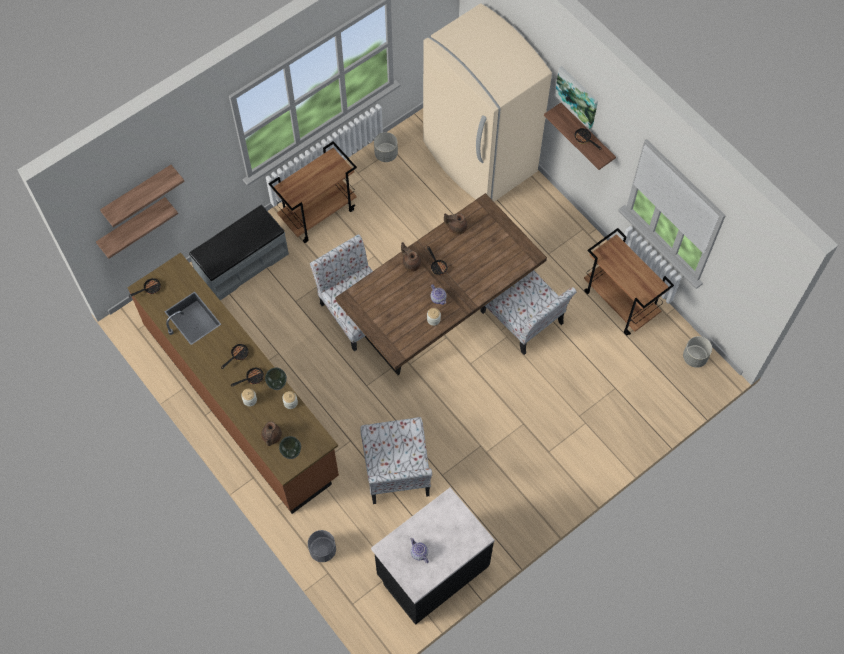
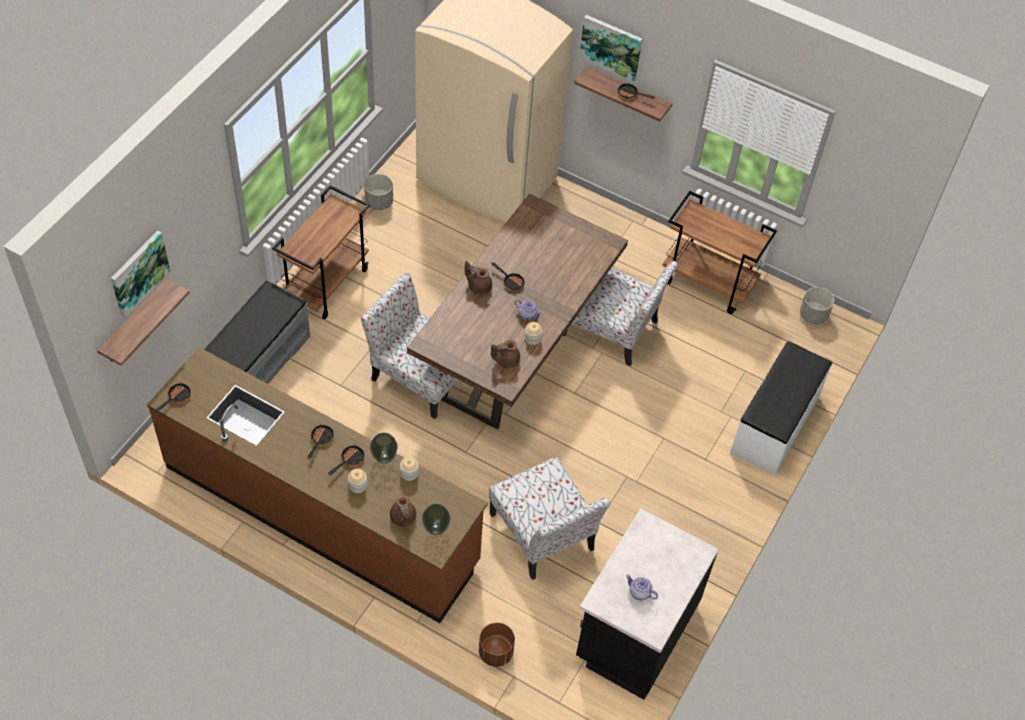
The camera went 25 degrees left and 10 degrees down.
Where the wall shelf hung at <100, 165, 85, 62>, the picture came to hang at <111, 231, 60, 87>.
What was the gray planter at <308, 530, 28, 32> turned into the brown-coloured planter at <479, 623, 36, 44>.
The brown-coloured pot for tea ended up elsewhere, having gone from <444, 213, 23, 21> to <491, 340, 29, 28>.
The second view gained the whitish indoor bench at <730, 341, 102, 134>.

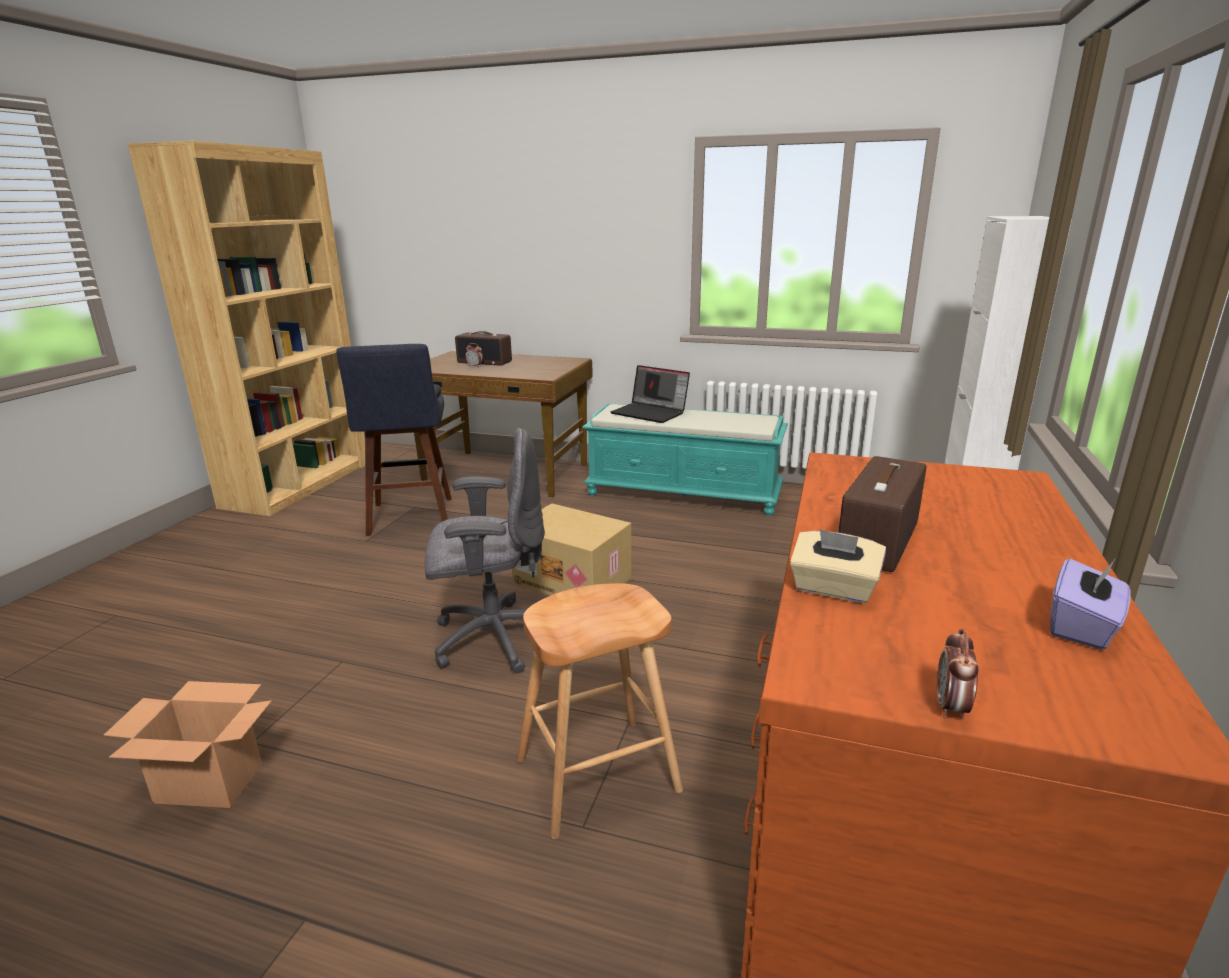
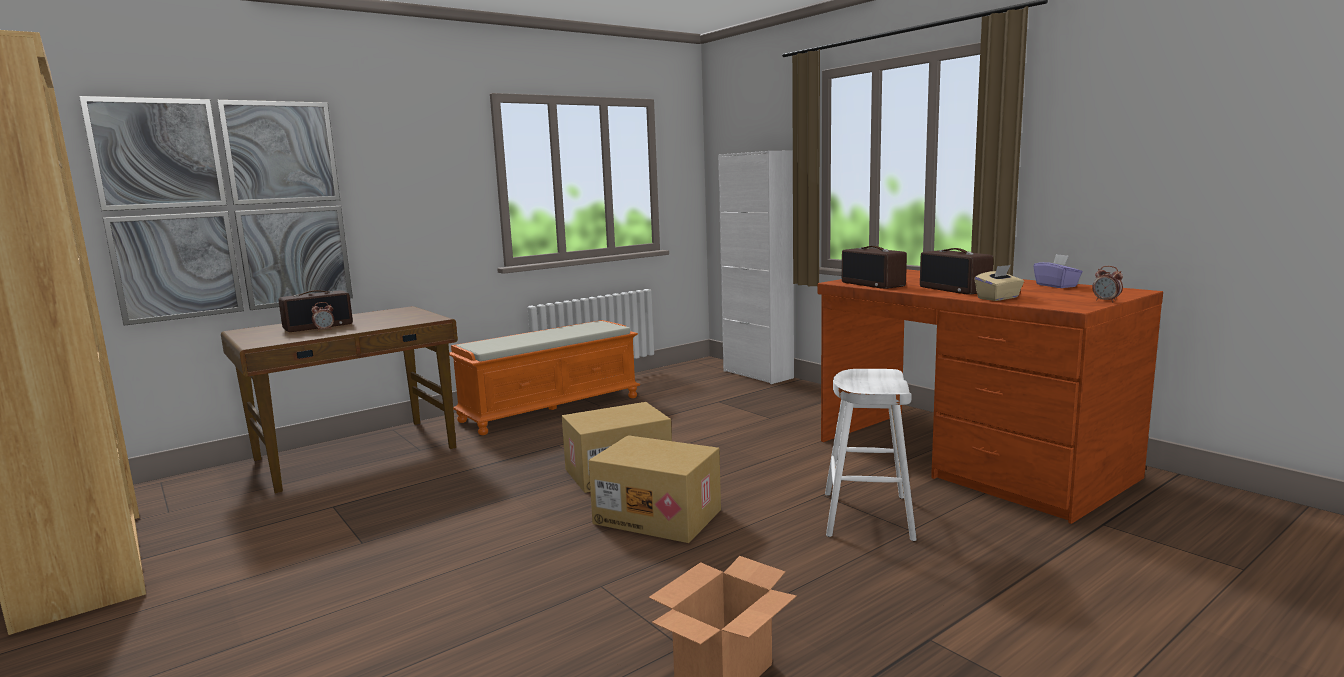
The camera went 55 degrees left and 10 degrees down.
The second view lost the blue-coloured stool seat at <336, 344, 116, 192>.
Where the gray office chair stood at <424, 428, 121, 245>, the packing box came to stand at <589, 435, 132, 108>.
What was the brown-coloured stool seat at <517, 583, 166, 256> turned into the whitish stool seat at <825, 369, 92, 172>.
What was the blue-green indoor bench at <582, 403, 206, 112> turned into the orange indoor bench at <449, 320, 191, 115>.
The second view lost the laptop at <611, 365, 79, 58>.
The second view gained the picture at <79, 96, 274, 230>.
The second view gained the radio at <842, 246, 65, 43>.

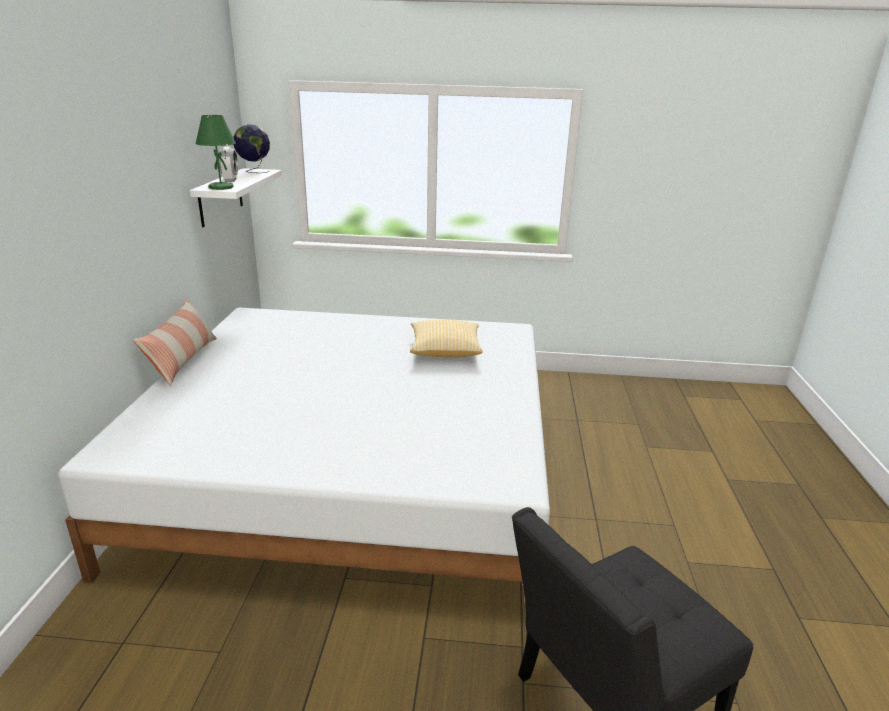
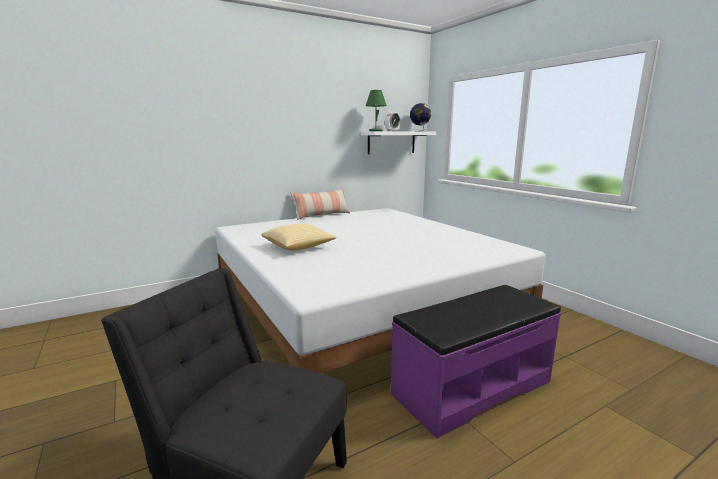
The camera went 55 degrees right and 10 degrees down.
The cushion ended up elsewhere, having gone from <410, 320, 73, 37> to <261, 224, 75, 27>.
The second view gained the purple-coloured indoor bench at <391, 285, 170, 154>.

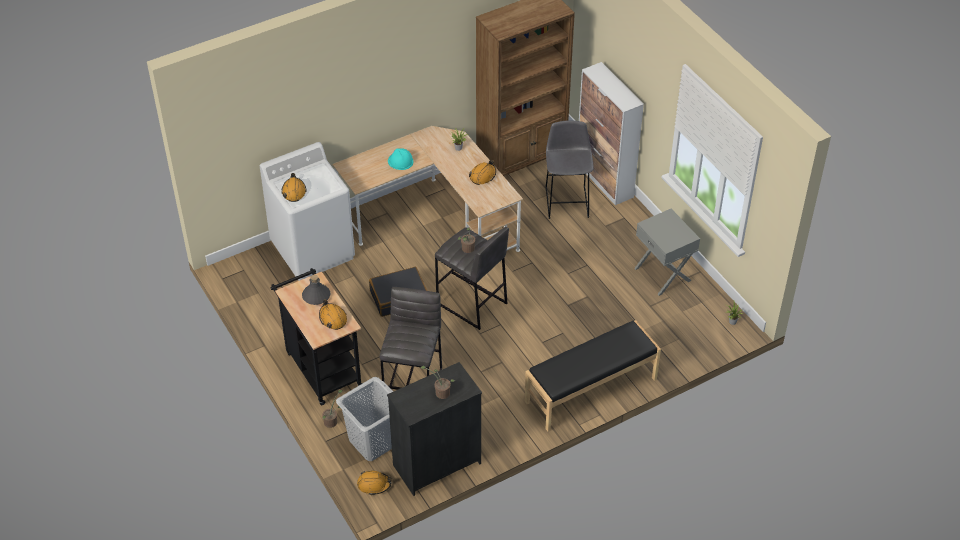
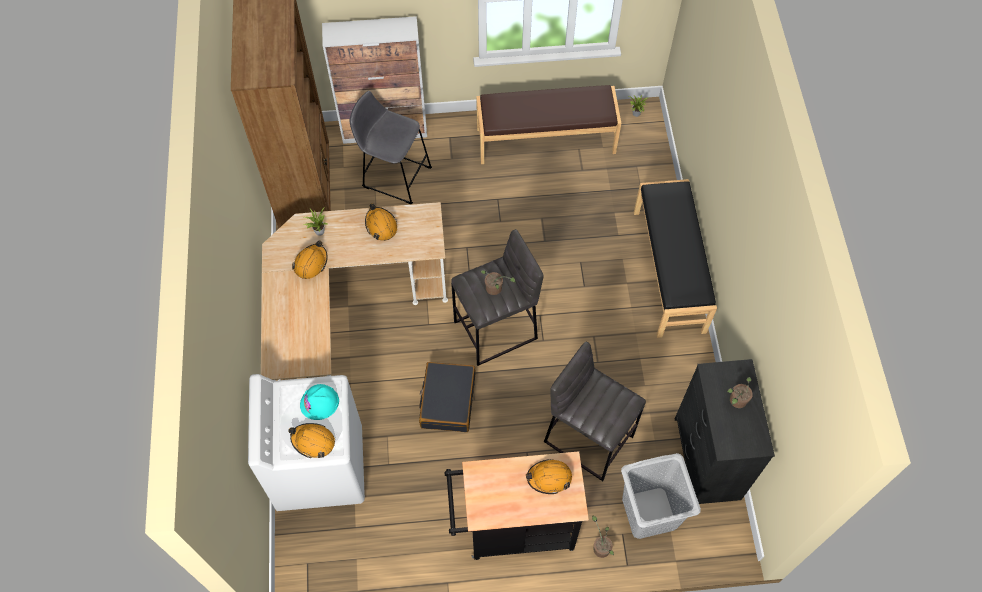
The camera went 65 degrees left and 15 degrees up.
The second view lost the gray drink bottle at <302, 275, 28, 30>.
The orange hard hat ended up elsewhere, having gone from <357, 471, 35, 24> to <292, 240, 36, 39>.
The blue-green hard hat ended up elsewhere, having gone from <388, 148, 25, 22> to <300, 384, 39, 36>.
Where the gray nightstand stood at <634, 209, 66, 87>, the brown-coloured indoor bench came to stand at <476, 85, 145, 79>.

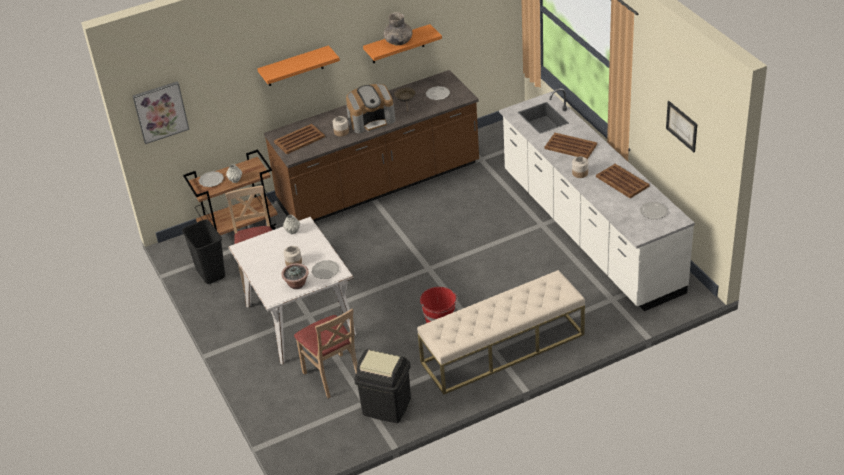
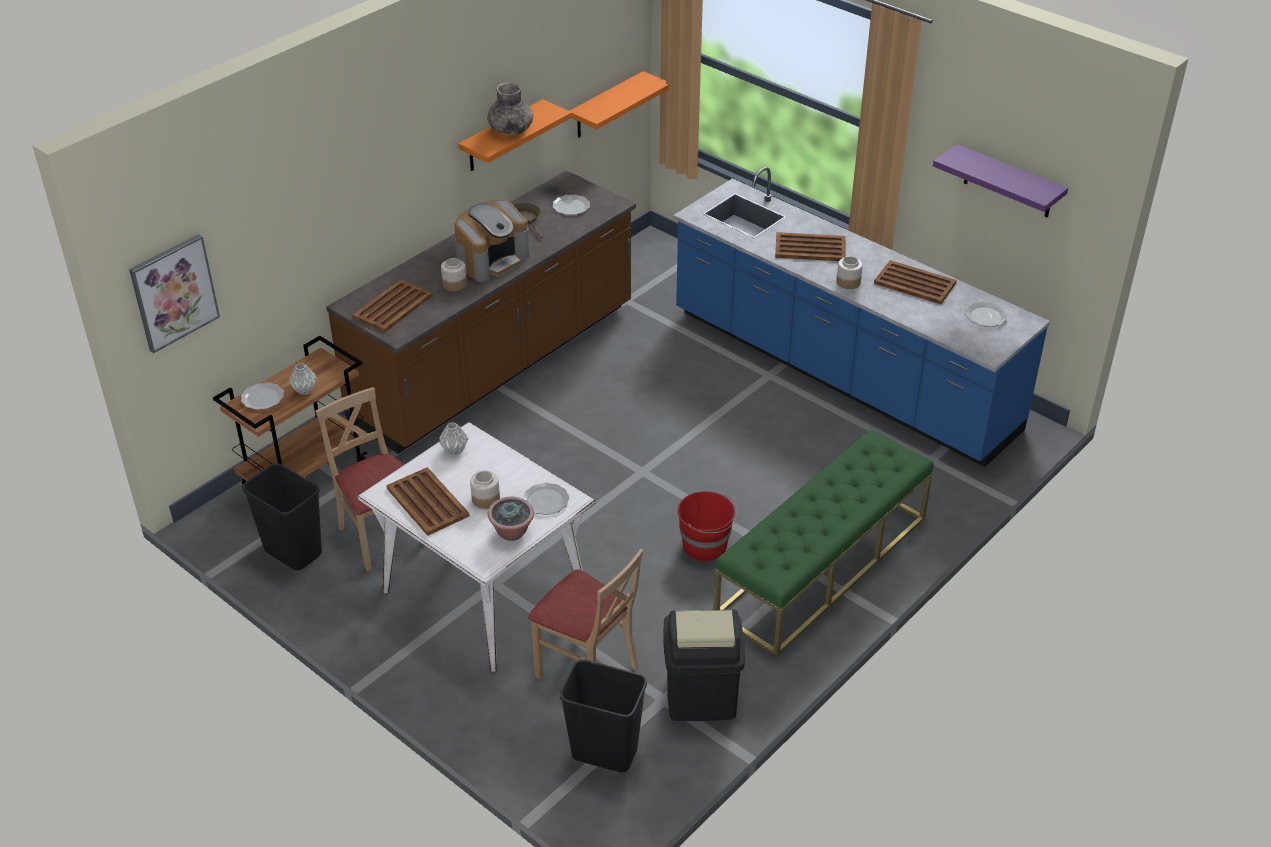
The camera went 25 degrees left and 0 degrees up.
The orange wall shelf ended up elsewhere, having gone from <257, 45, 83, 41> to <570, 71, 98, 67>.
What was the beige-coloured indoor bench at <417, 270, 168, 125> turned into the greenish indoor bench at <713, 429, 221, 227>.
What was the whitish counter at <499, 88, 196, 223> turned into the blue-coloured counter at <673, 167, 377, 300>.
Where the picture hung at <666, 101, 31, 51>, the purple-coloured wall shelf came to hang at <933, 144, 135, 74>.
The second view gained the brown-coloured serving tray at <386, 467, 83, 69>.
The second view gained the black-coloured trash can at <560, 659, 87, 113>.

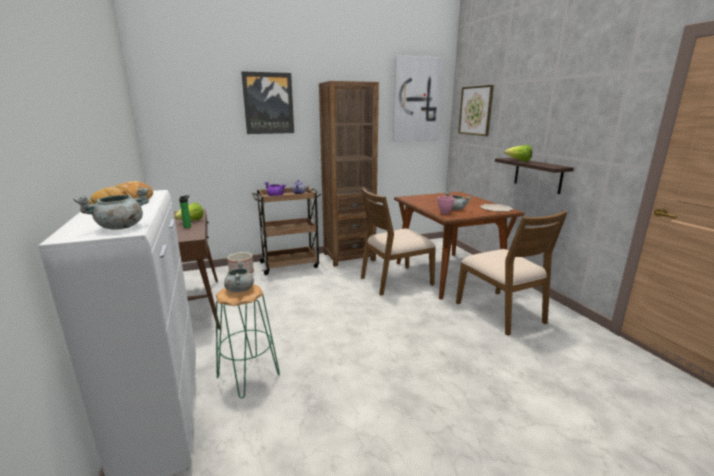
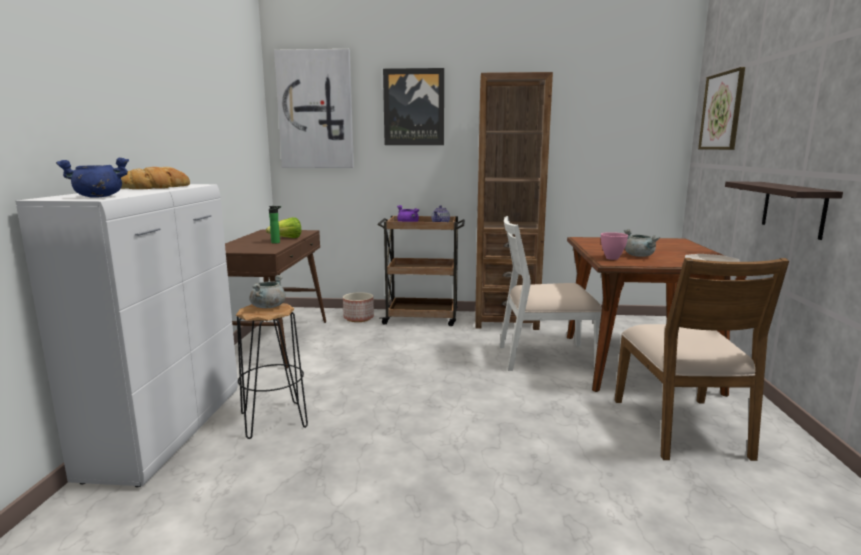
The camera went 25 degrees right and 5 degrees down.
What was the gray saucepot at <73, 187, 76, 43> turned into the blue-coloured saucepot at <56, 158, 73, 40>.
What was the greenish stool seat at <216, 284, 64, 114> turned into the black-coloured stool seat at <236, 303, 72, 136>.
What was the brown-coloured plain chair at <361, 188, 75, 107> turned into the whitish plain chair at <499, 216, 103, 155>.
The picture ended up elsewhere, having gone from <393, 55, 51, 87> to <274, 49, 80, 119>.
The second view lost the lettuce head at <504, 145, 28, 17>.

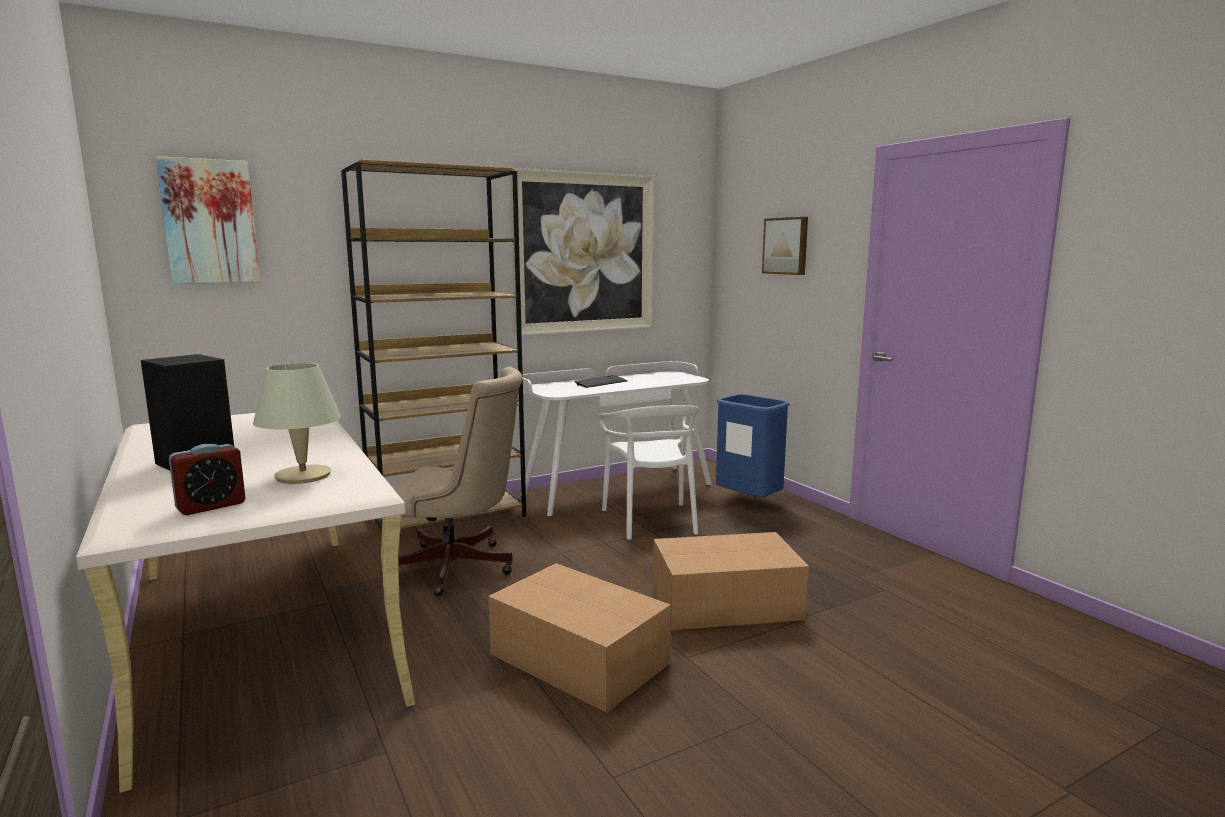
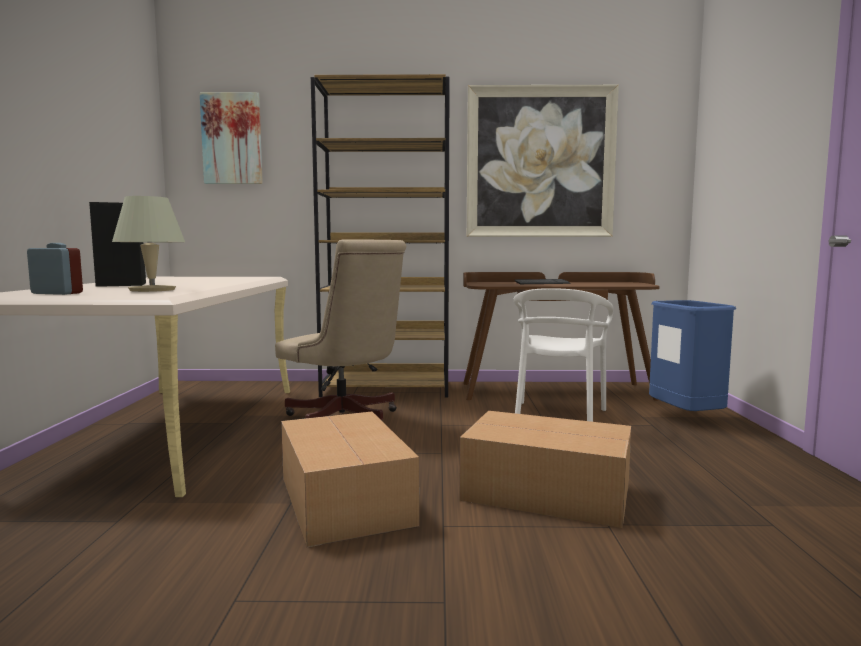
The camera went 30 degrees right and 5 degrees down.
The bedside clock at <169, 444, 76, 71> ended up facing another way, 150 degrees counterclockwise from before.
What was the whitish desk unit at <520, 361, 192, 155> turned into the brown-coloured desk unit at <463, 272, 197, 129>.
The second view lost the picture at <762, 217, 46, 58>.

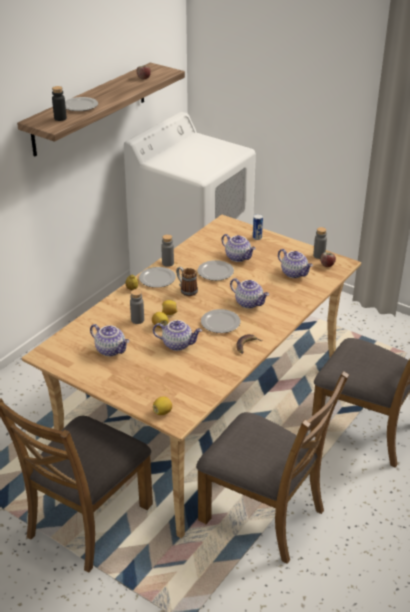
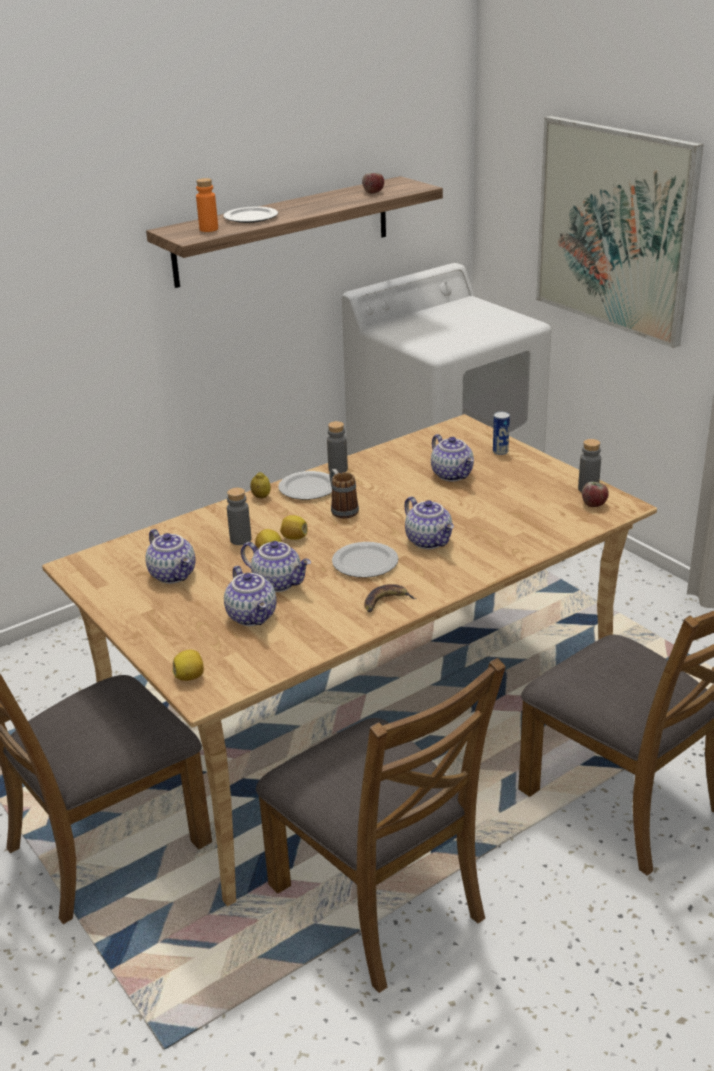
The camera went 20 degrees right and 5 degrees down.
What was the black-coloured drink bottle at <52, 86, 15, 35> turned into the orange drink bottle at <196, 178, 22, 54>.
The second view lost the plate at <198, 260, 36, 21>.
The pot for tea ended up elsewhere, having gone from <278, 249, 35, 29> to <224, 566, 53, 60>.
The second view gained the picture at <536, 116, 167, 232>.

